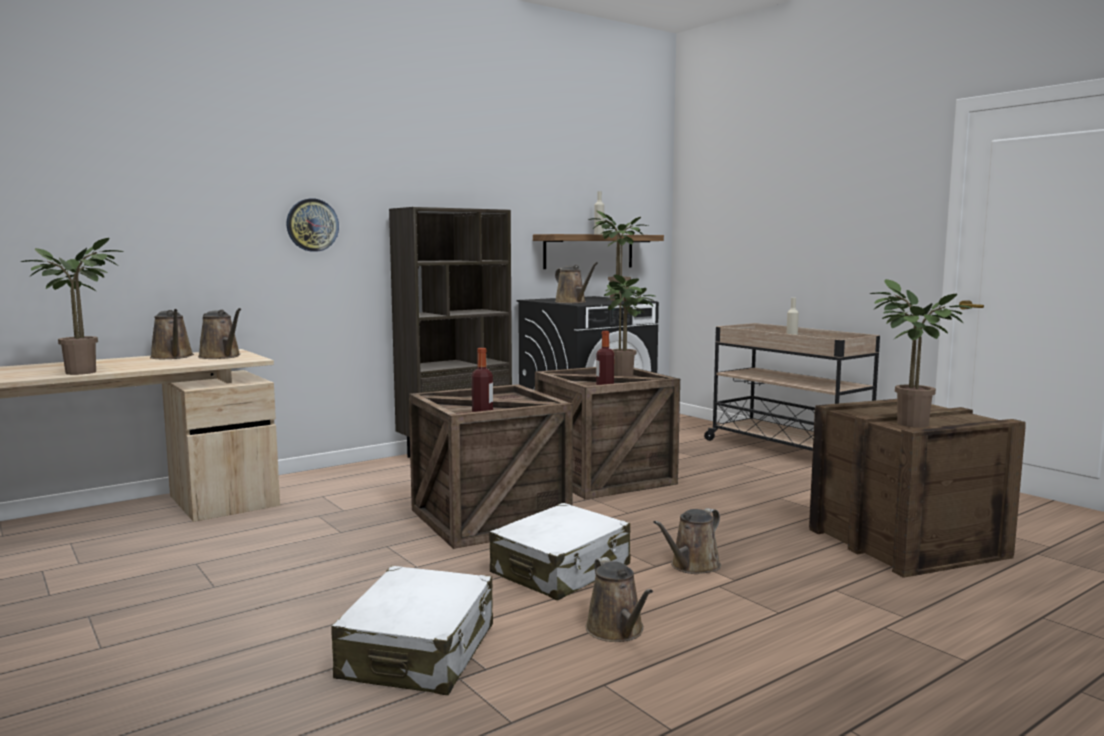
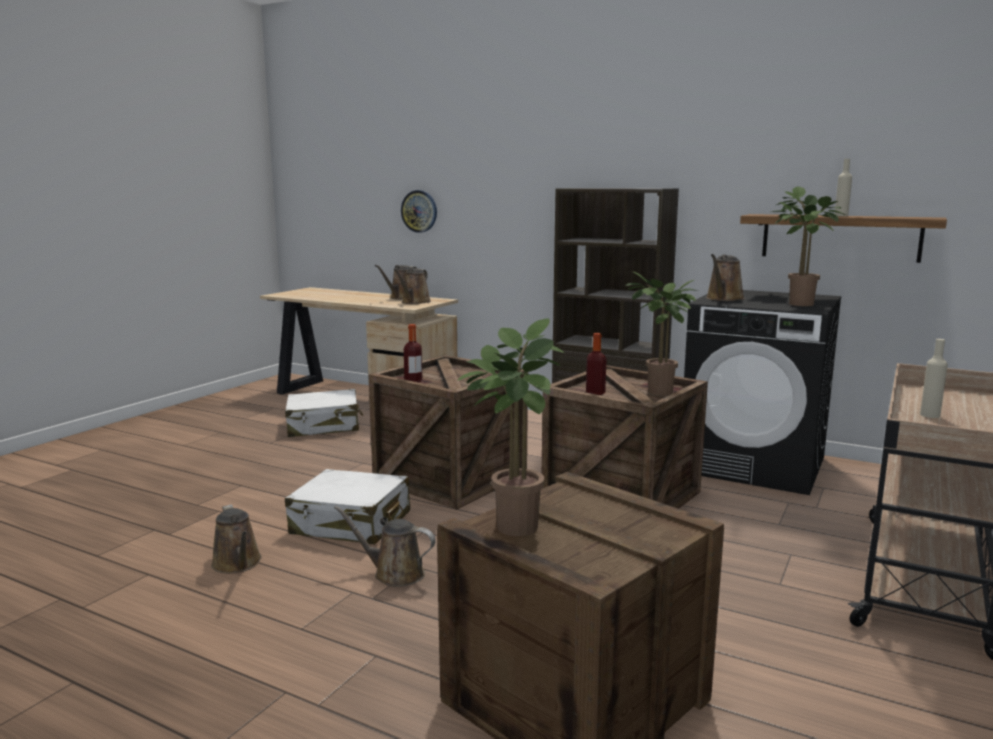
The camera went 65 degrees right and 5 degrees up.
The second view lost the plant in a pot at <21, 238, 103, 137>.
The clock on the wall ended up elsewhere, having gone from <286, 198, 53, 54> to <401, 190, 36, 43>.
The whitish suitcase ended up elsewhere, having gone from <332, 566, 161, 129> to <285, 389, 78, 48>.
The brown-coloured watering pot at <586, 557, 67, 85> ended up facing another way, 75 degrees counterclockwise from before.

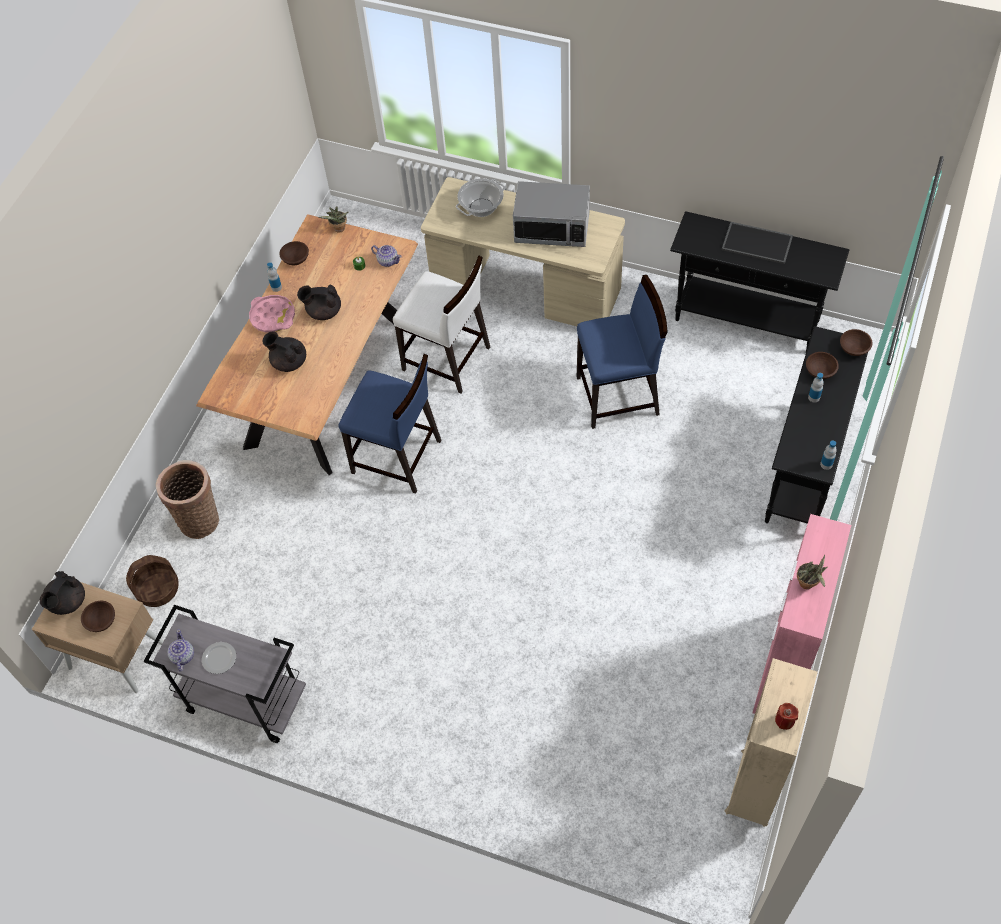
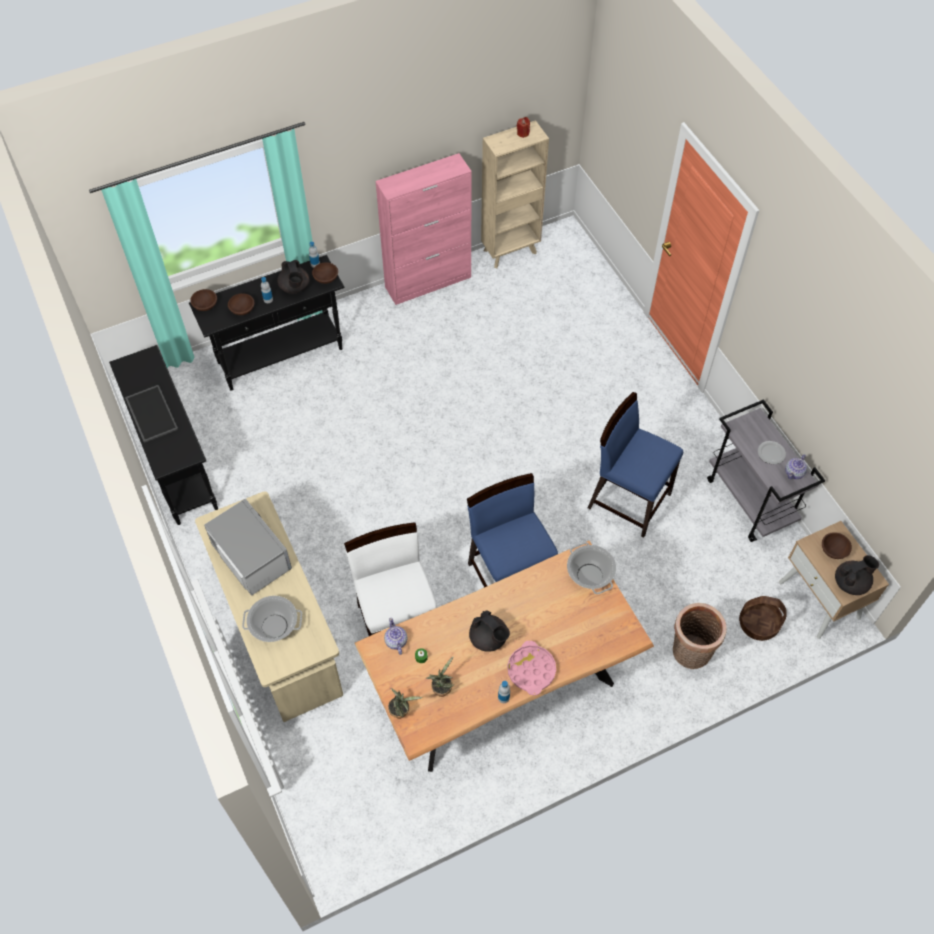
The camera went 140 degrees left and 0 degrees up.
The black-coloured pot for tea ended up elsewhere, having gone from <262, 331, 44, 41> to <277, 260, 32, 34>.
The brown-coloured bowl ended up elsewhere, having gone from <279, 241, 30, 24> to <312, 262, 26, 22>.
The blue-coloured plain chair ended up elsewhere, having gone from <577, 275, 91, 154> to <588, 392, 95, 146>.
The plant in a pot ended up elsewhere, having gone from <797, 555, 30, 34> to <425, 656, 29, 41>.
The second view gained the saucepot at <567, 542, 49, 52>.

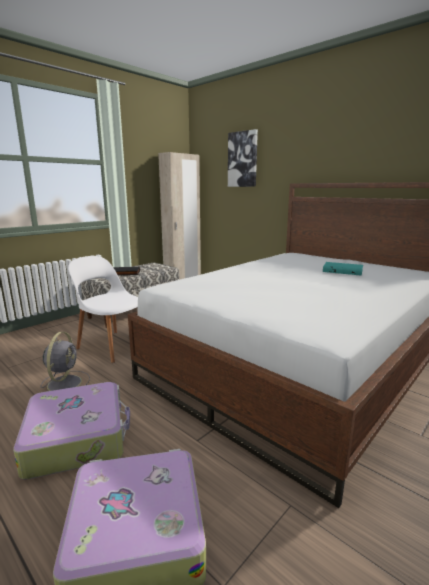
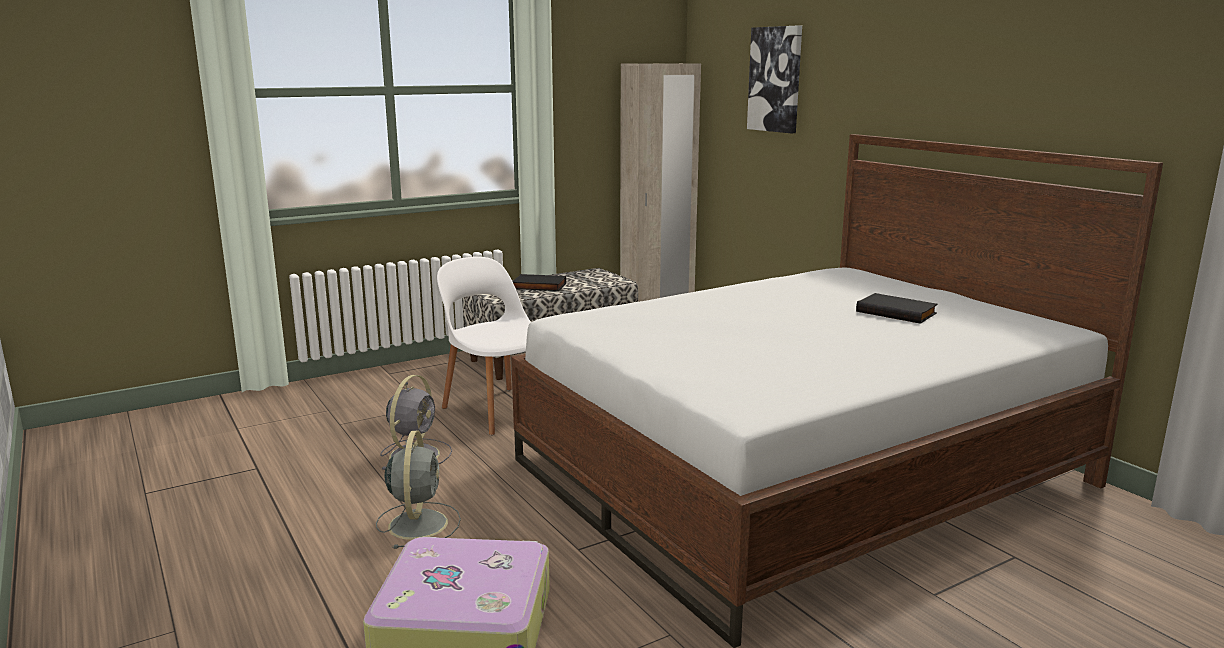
The camera went 15 degrees right and 0 degrees up.
Where the suitcase stood at <13, 382, 117, 98>, the gray electric fan came to stand at <376, 431, 85, 118>.
What was the blue-green volume at <323, 262, 40, 14> turned into the black-coloured volume at <856, 293, 82, 31>.

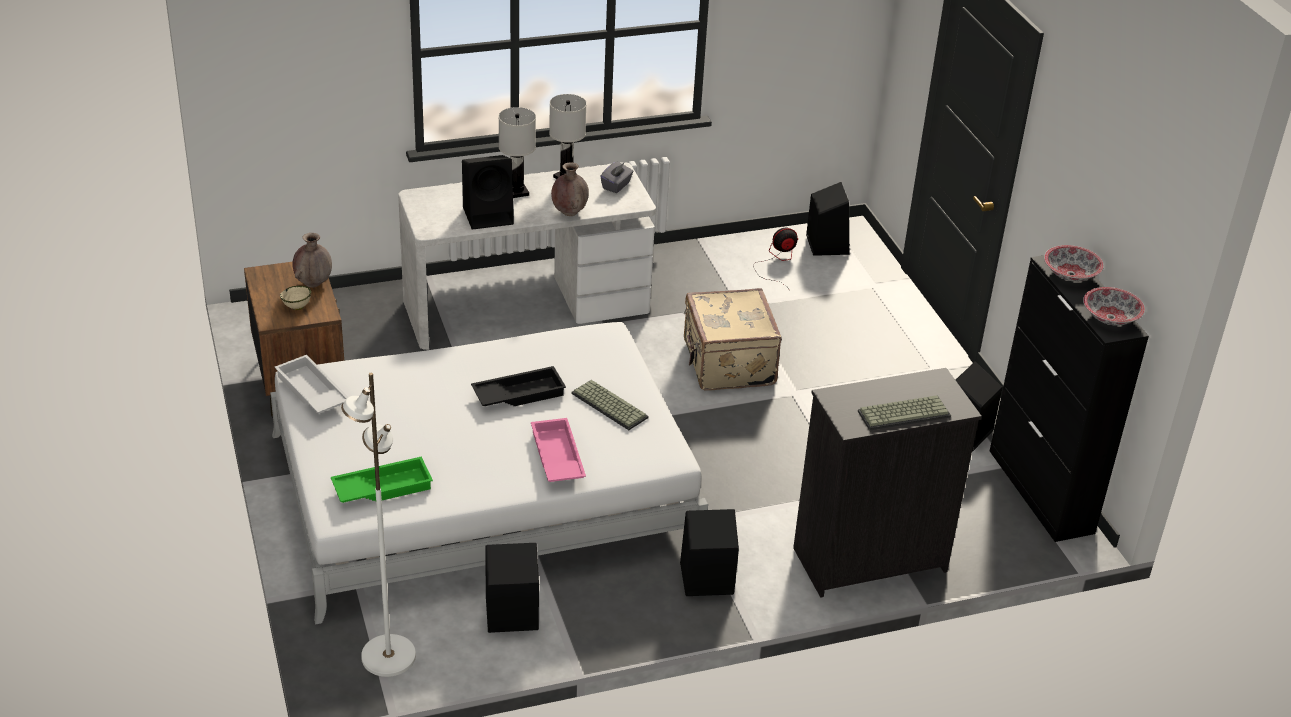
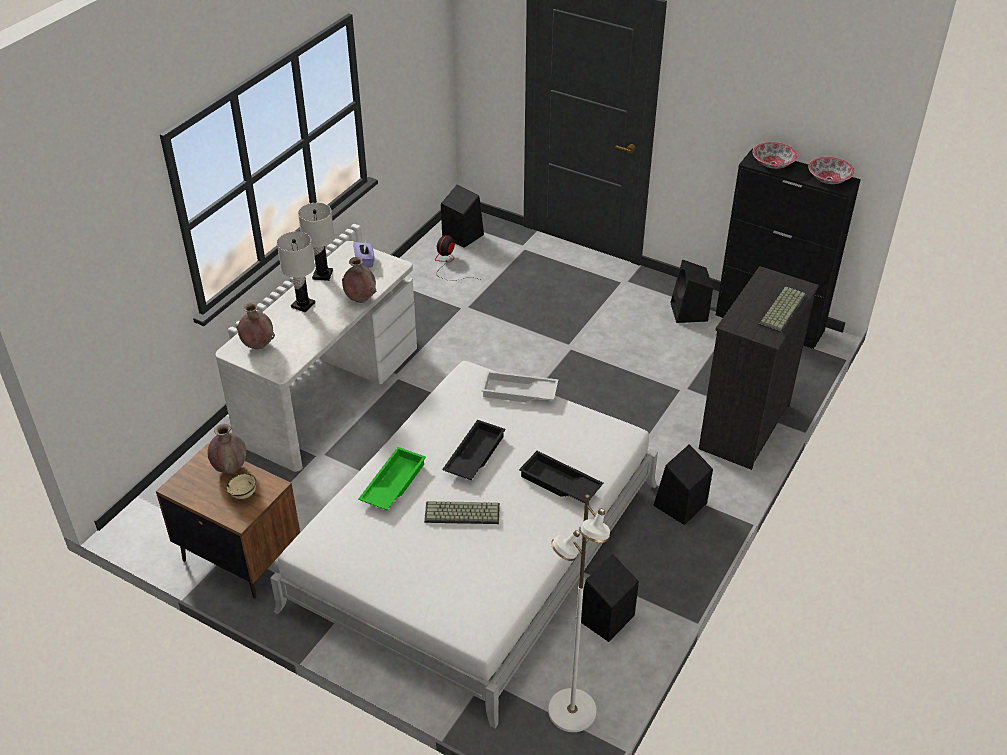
The camera went 40 degrees left and 5 degrees up.
The whitish serving tray ended up elsewhere, having gone from <274, 355, 74, 58> to <481, 371, 77, 32>.
The greenish serving tray ended up elsewhere, having gone from <331, 456, 102, 47> to <358, 447, 68, 63>.
The second view lost the black-coloured loudspeaker at <462, 155, 52, 75>.
What was the pinkish serving tray at <531, 418, 55, 64> turned into the black-coloured serving tray at <519, 451, 85, 52>.
The PC keyboard ended up elsewhere, having gone from <572, 380, 77, 50> to <424, 501, 76, 23>.
What was the gray tissue holder at <600, 161, 34, 32> turned into the purple-coloured tissue holder at <353, 241, 22, 27>.
The second view lost the beige-coloured suitcase at <684, 288, 98, 103>.
The second view gained the brown-coloured vase at <236, 302, 39, 48>.

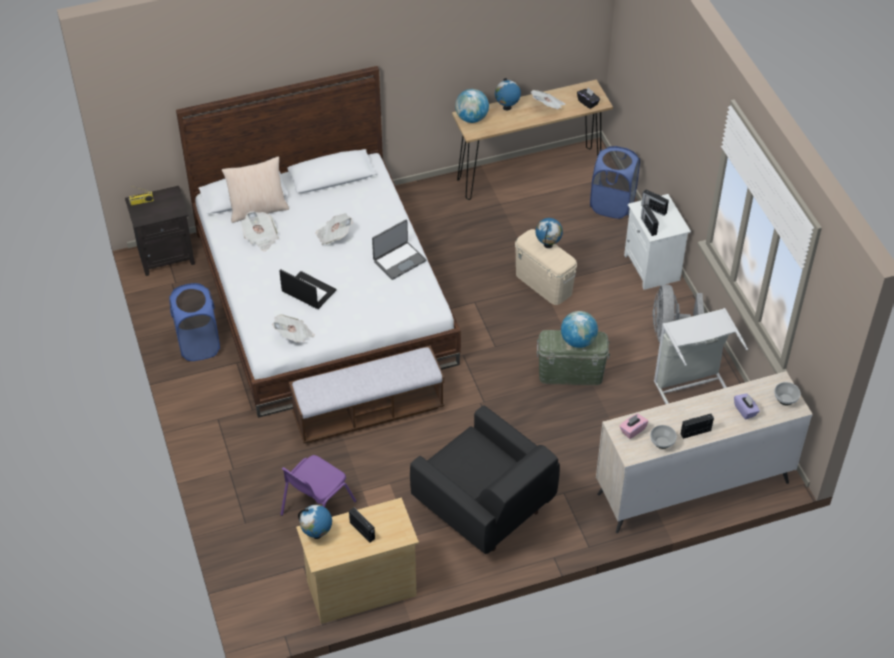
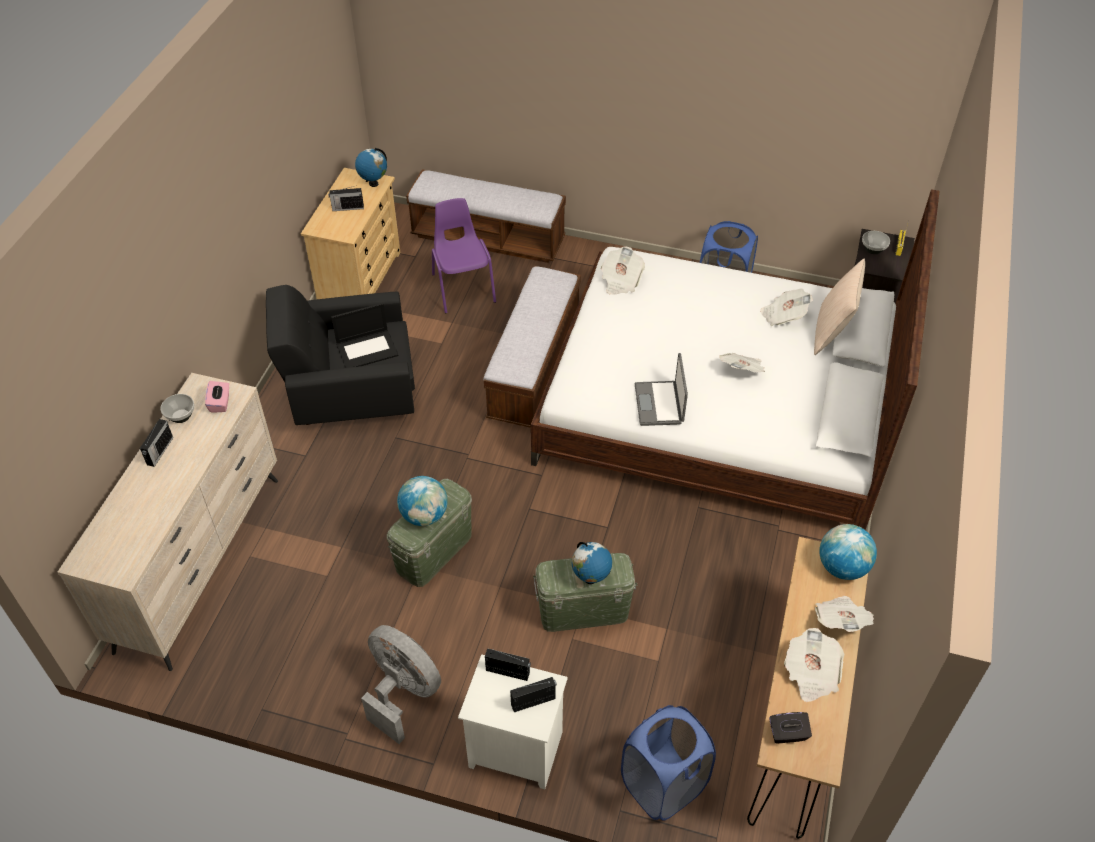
The camera went 125 degrees right and 0 degrees up.
The laptop ended up elsewhere, having gone from <279, 269, 58, 40> to <331, 303, 68, 65>.
Where the globe stood at <495, 78, 26, 32>, the printed paper came to stand at <815, 596, 59, 36>.
What was the beige-coloured storage box at <515, 229, 62, 76> turned into the greenish storage box at <533, 553, 104, 79>.
The second view lost the gray washing basket at <654, 308, 94, 96>.
The second view lost the purple-coloured tissue holder at <734, 393, 26, 27>.
The bowl ended up elsewhere, having gone from <774, 382, 27, 23> to <862, 231, 28, 23>.
The second view gained the indoor bench at <406, 169, 160, 94>.

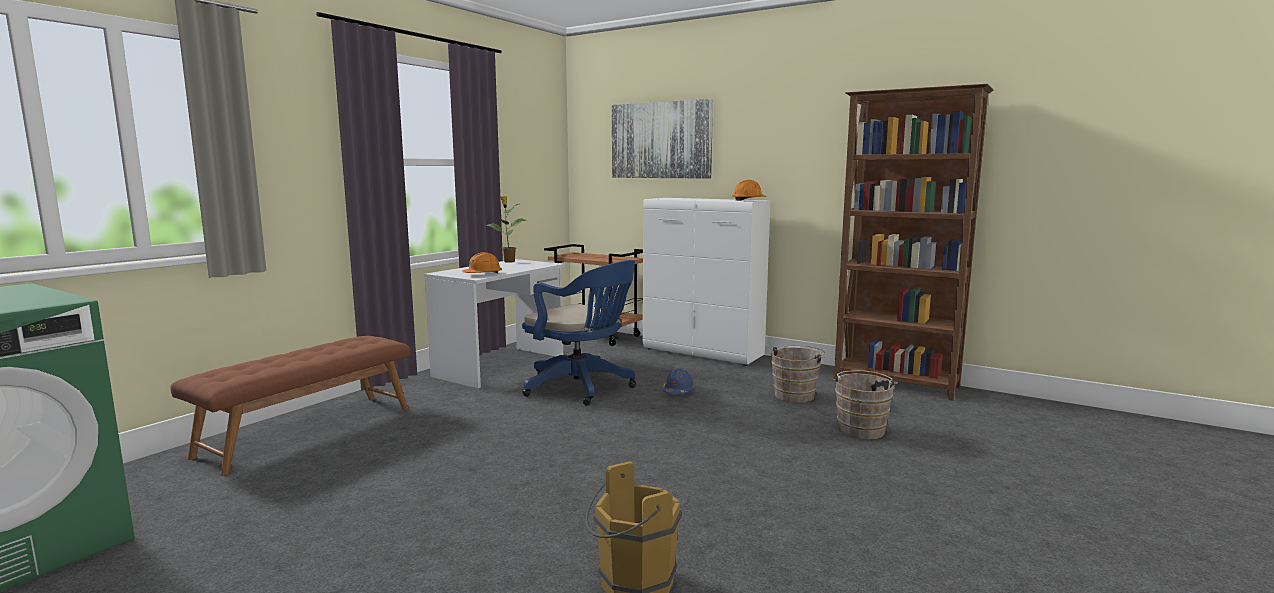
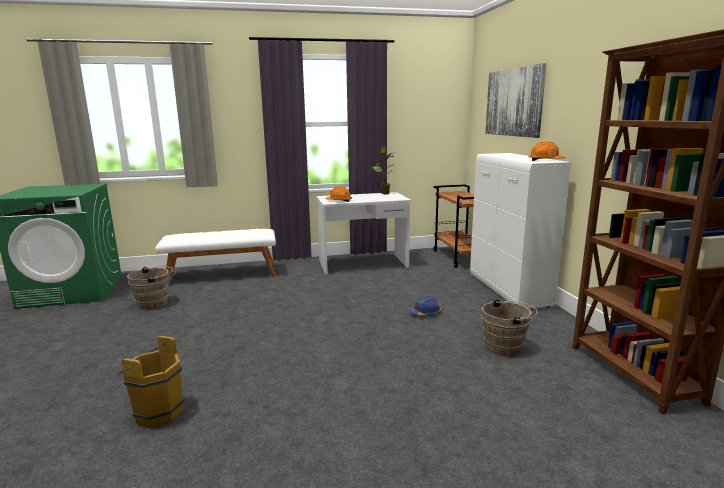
The camera went 45 degrees right and 5 degrees up.
What was the brown-coloured indoor bench at <170, 336, 240, 140> turned into the whitish indoor bench at <155, 229, 121, 48>.
The second view lost the blue-coloured office chair at <522, 260, 114, 145>.
The brown-coloured water bucket ended up elsewhere, having gone from <833, 370, 65, 69> to <127, 266, 46, 44>.

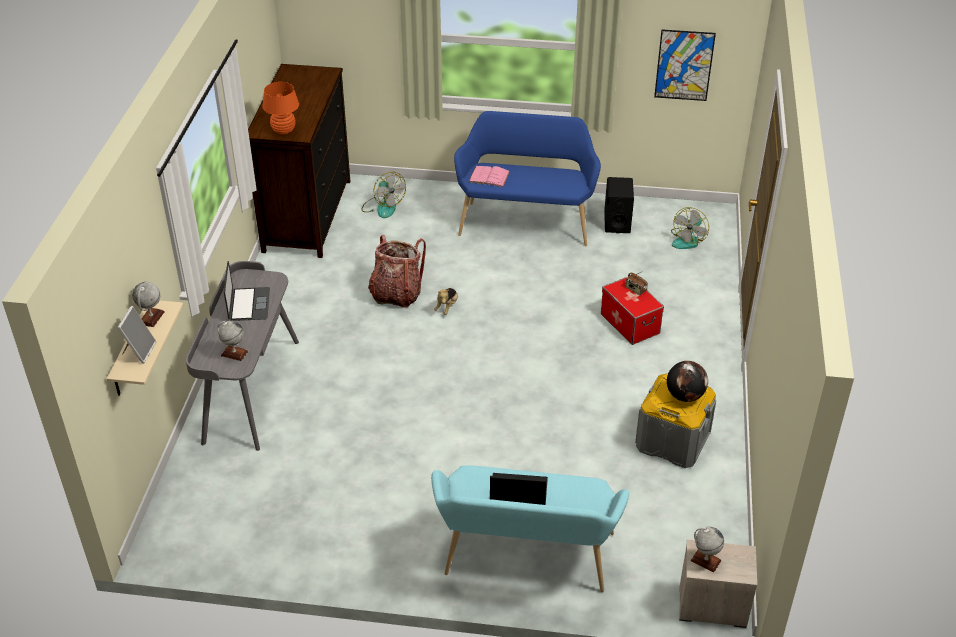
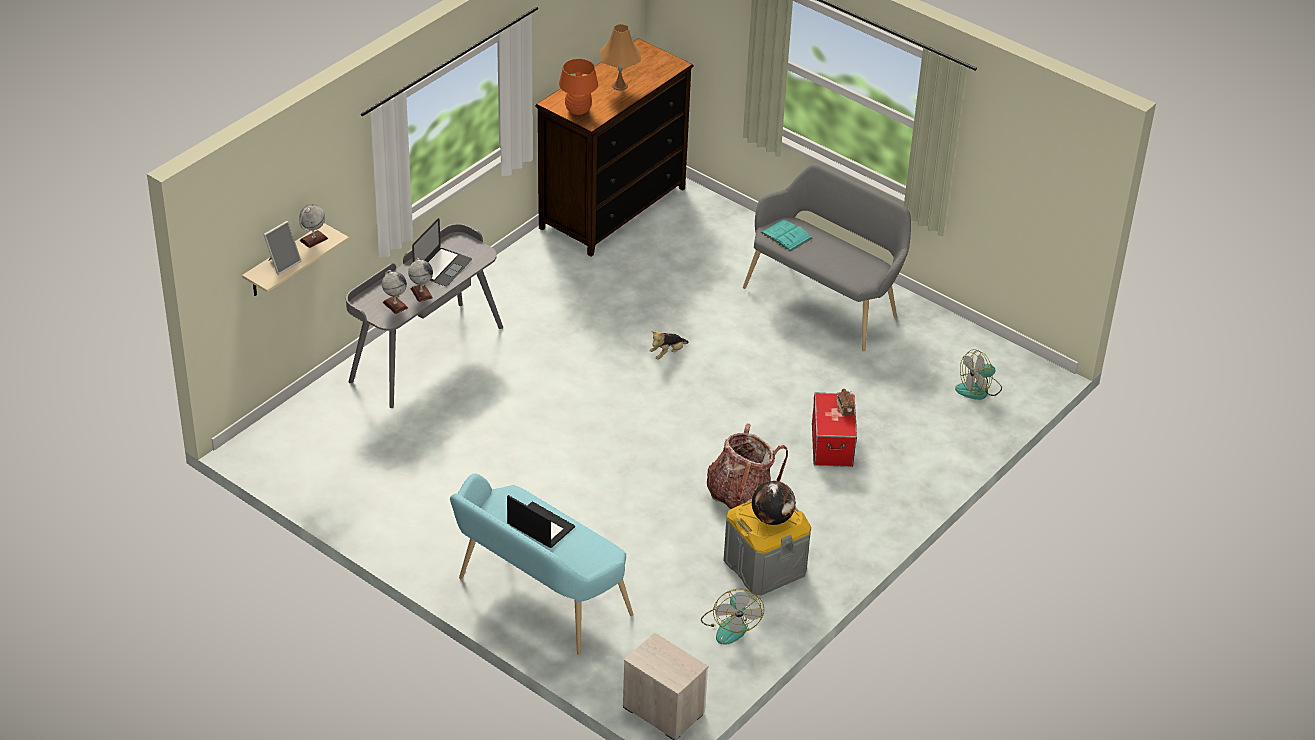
The camera went 30 degrees right and 0 degrees up.
The electric fan ended up elsewhere, having gone from <361, 172, 45, 46> to <701, 589, 63, 56>.
The backpack ended up elsewhere, having gone from <368, 235, 58, 73> to <707, 423, 81, 86>.
What was the blue-coloured indoor bench at <454, 111, 147, 135> turned into the gray indoor bench at <743, 164, 168, 188>.
What was the pinkish volume at <468, 166, 42, 21> turned into the blue-green volume at <760, 219, 53, 33>.
The second view lost the black-coloured loudspeaker at <604, 177, 30, 56>.
The second view lost the picture at <654, 29, 62, 72>.
The globe ended up elsewhere, having gone from <690, 527, 34, 45> to <408, 258, 25, 44>.
The second view gained the orange lamp for a table at <600, 24, 41, 67>.

